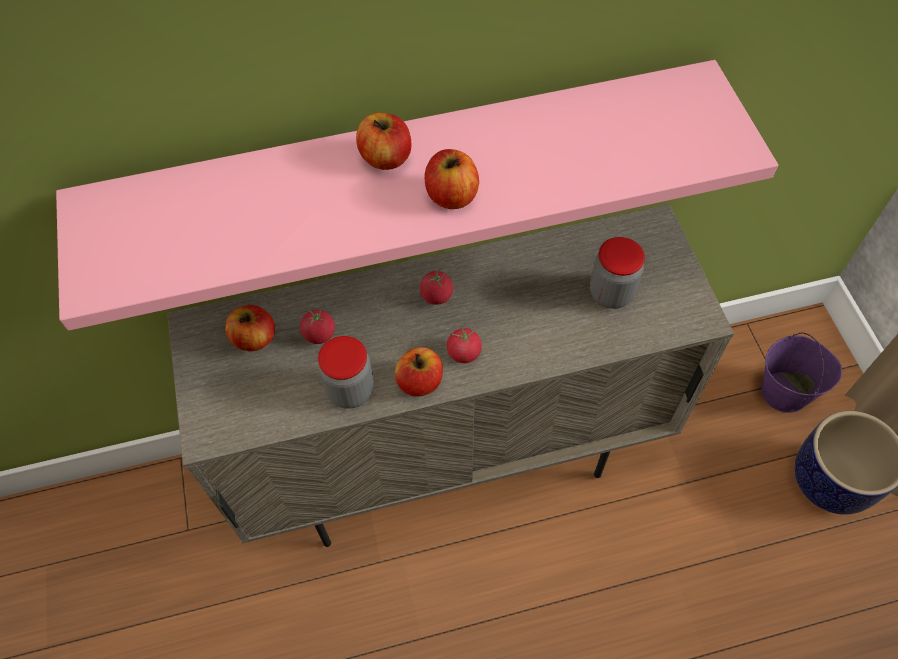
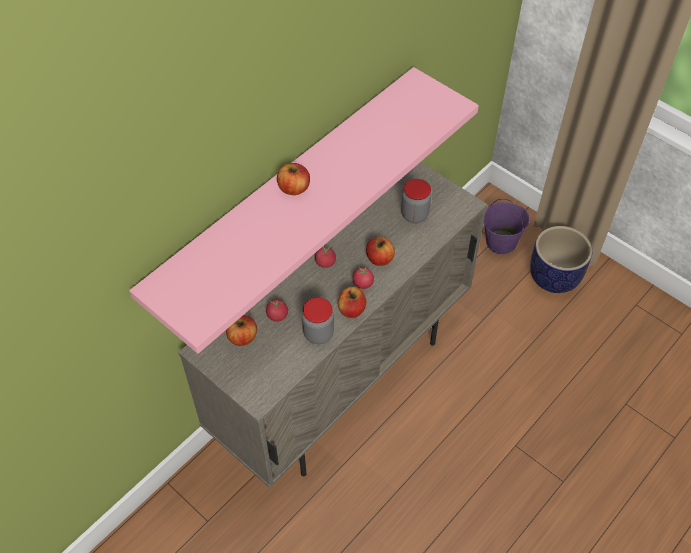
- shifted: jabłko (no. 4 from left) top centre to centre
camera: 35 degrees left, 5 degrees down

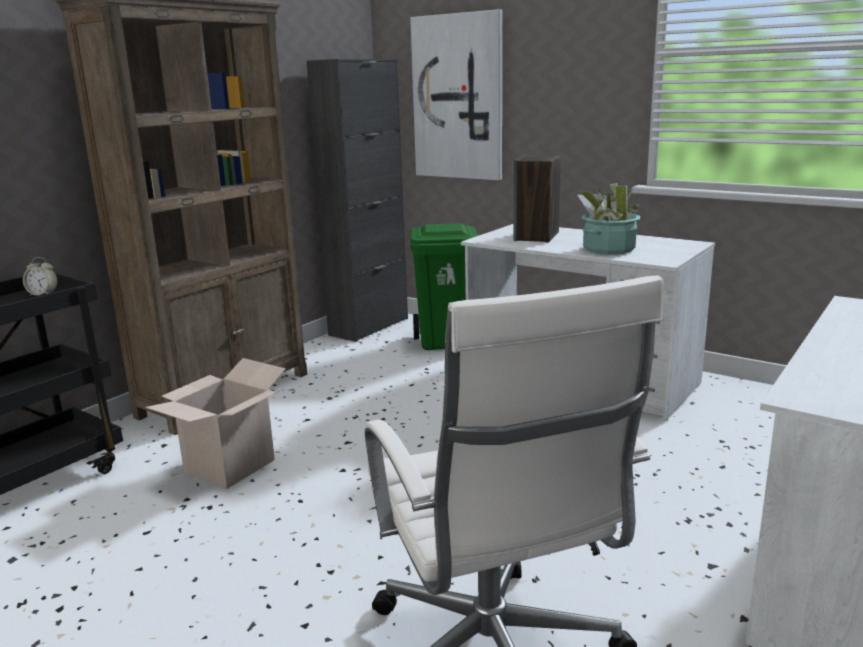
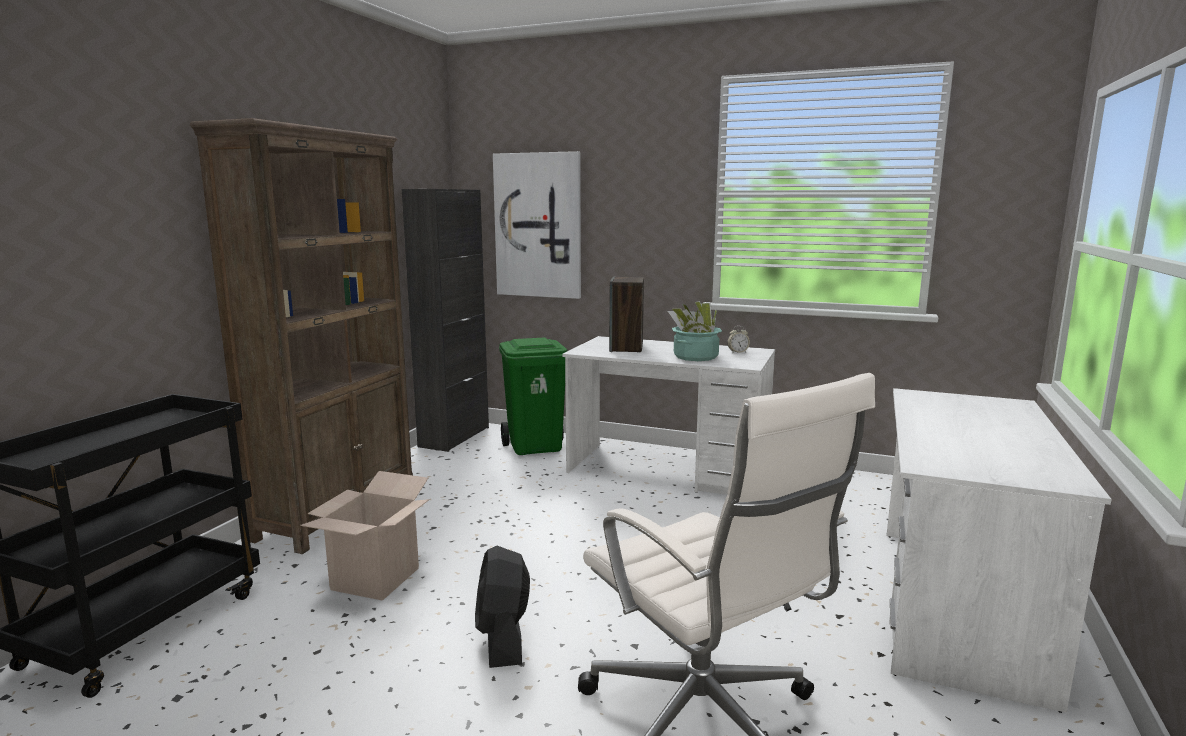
- shifted: budzik middle left to centre
- new: wentylator/czarny bottom centre
camera: 15 degrees left, 5 degrees down

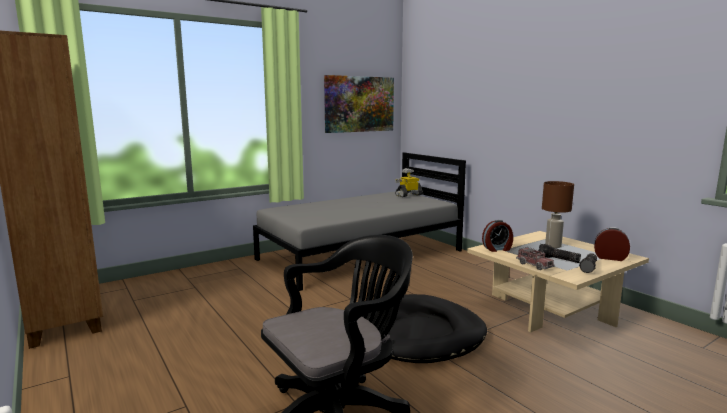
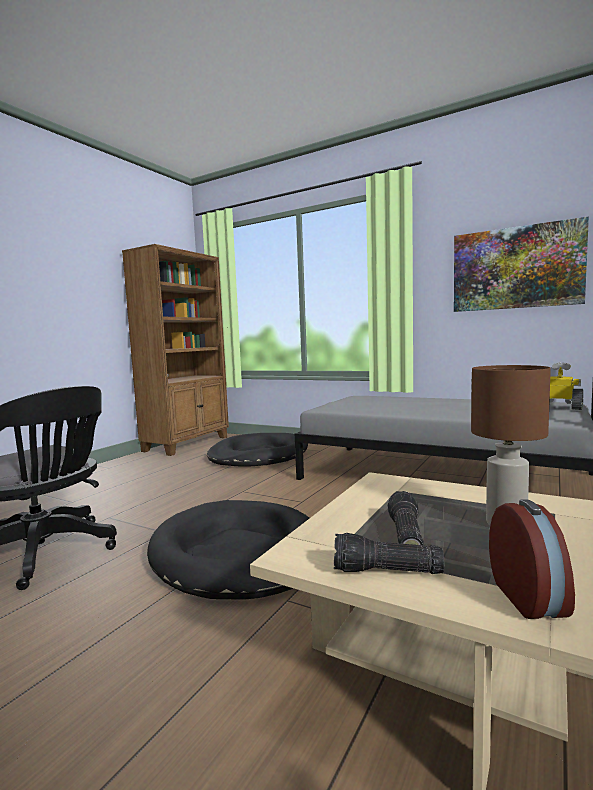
- gone: budzik (no. 1 from left) middle right
- gone: ciężarówka zabawkowa middle right
- new: legowisko/czarny (no. 2 from left) centre
camera: 65 degrees right, 5 degrees down

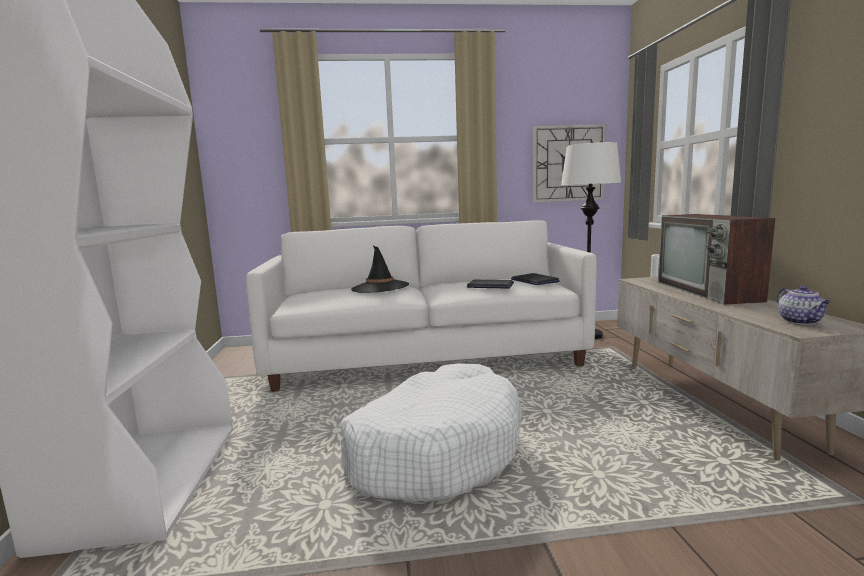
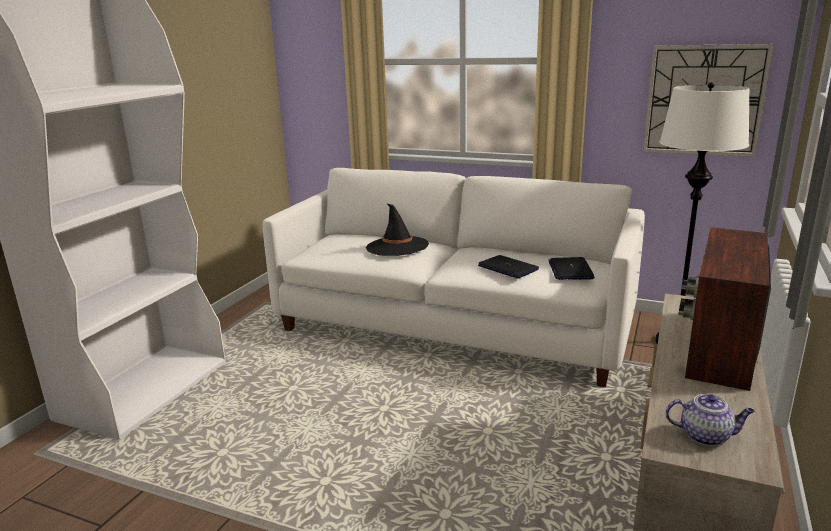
- gone: legowisko/biały bottom centre
- rotated: imbryk middle right = bottom right 105 degrees counterclockwise
camera: 30 degrees right, 10 degrees up

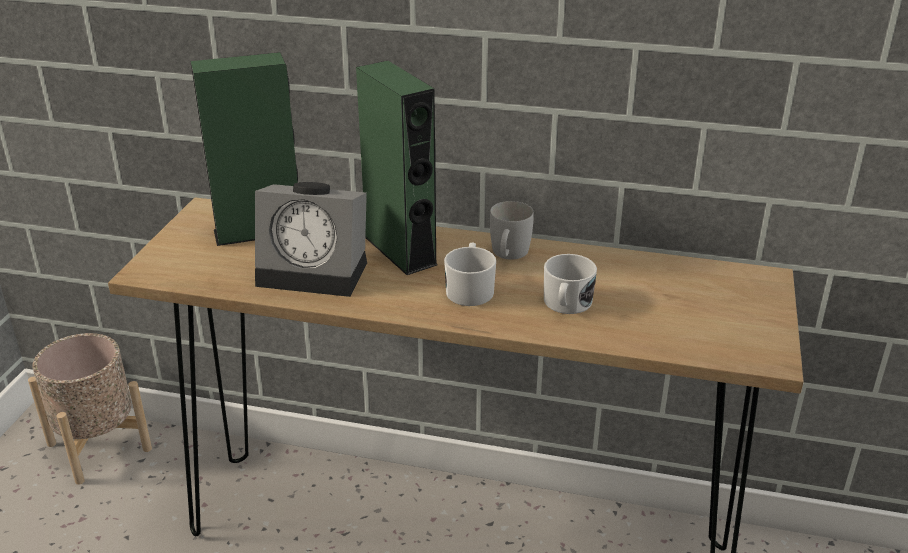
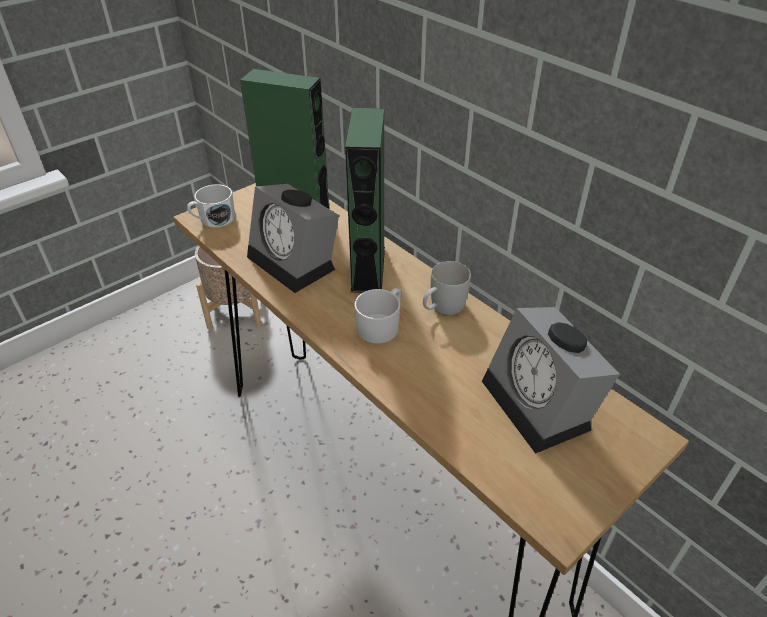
- shifted: kubek/biały (no. 3 from left in the first image) centre to kubek/biały (no. 1 from left) middle left
- new: budzik (no. 2 from left) middle right
camera: 35 degrees right, 10 degrees up

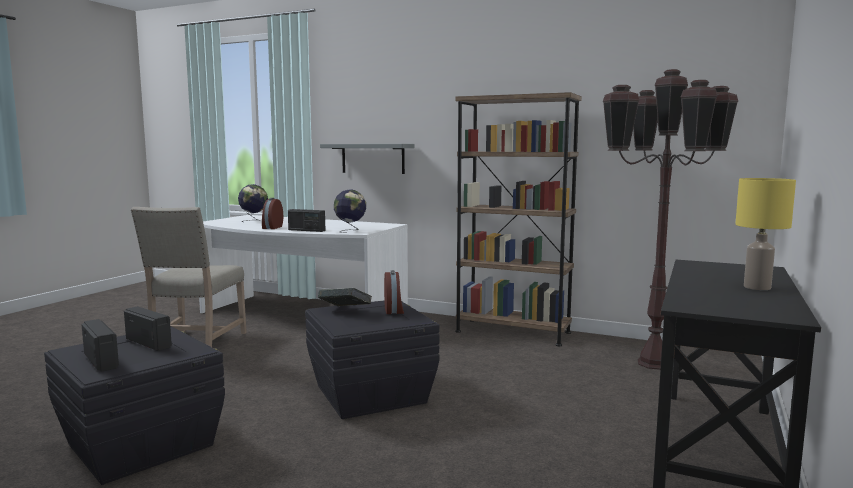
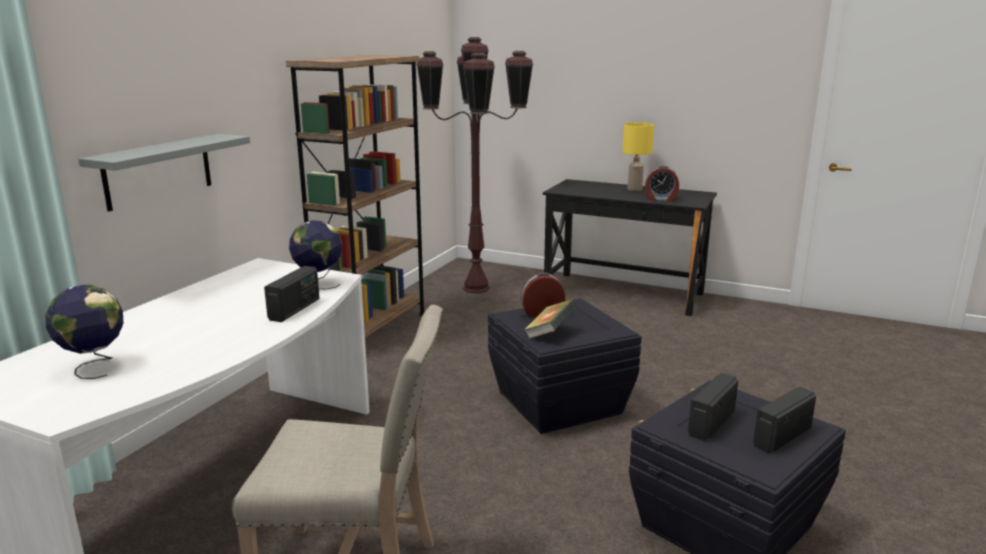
- shifted: budzik (no. 1 from left in the first image) middle left to budzik (no. 2 from left) top right
camera: 90 degrees left, 10 degrees up

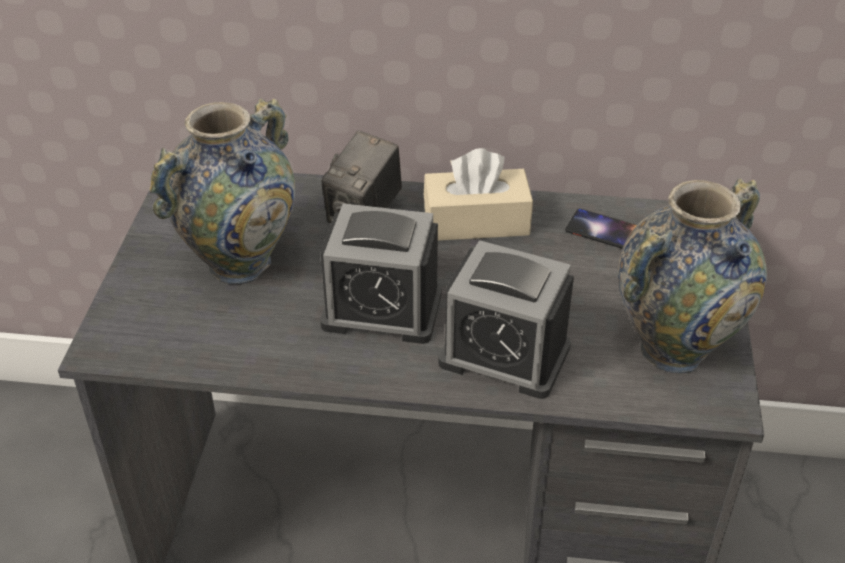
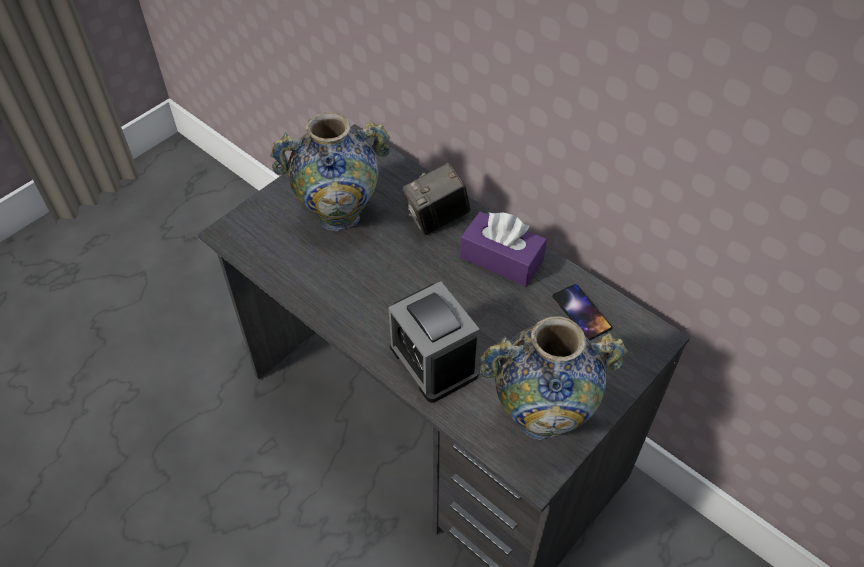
- gone: budzik (no. 1 from left) centre
- repainted: pudełko chusteczek/beżowy centre to pudełko chusteczek/fioletowy centre
camera: 35 degrees right, 10 degrees up

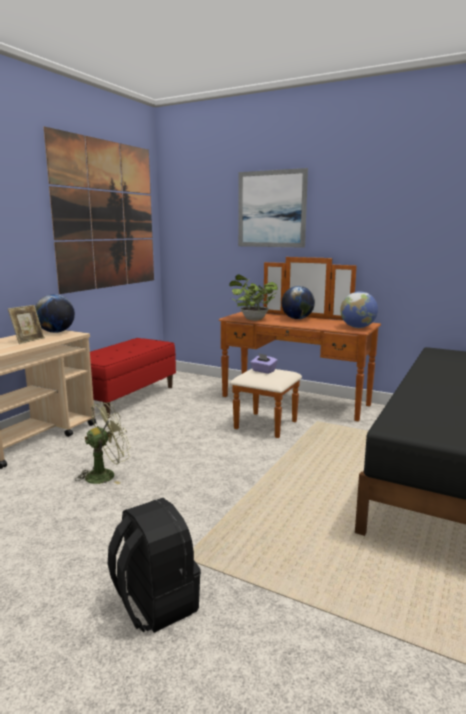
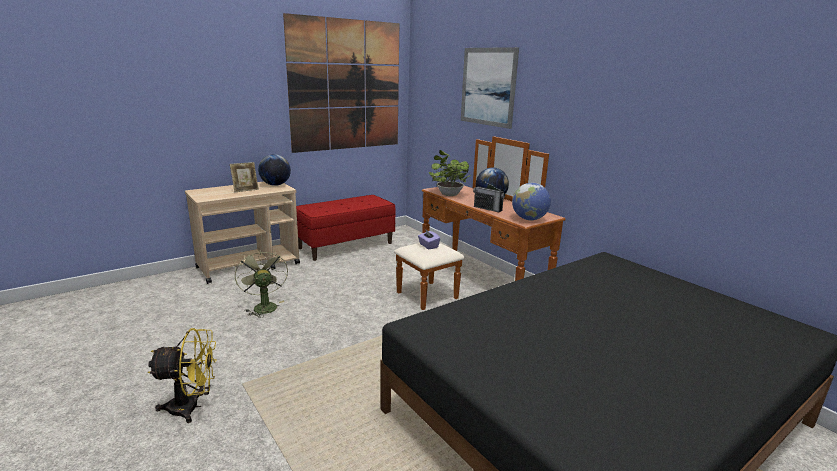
- rotated: wentylator/zielony middle left = middle left 105 degrees counterclockwise
- swapped: plecak/czarny bottom left to wentylator/żółty bottom left
- new: radio centre
camera: 25 degrees right, 5 degrees up

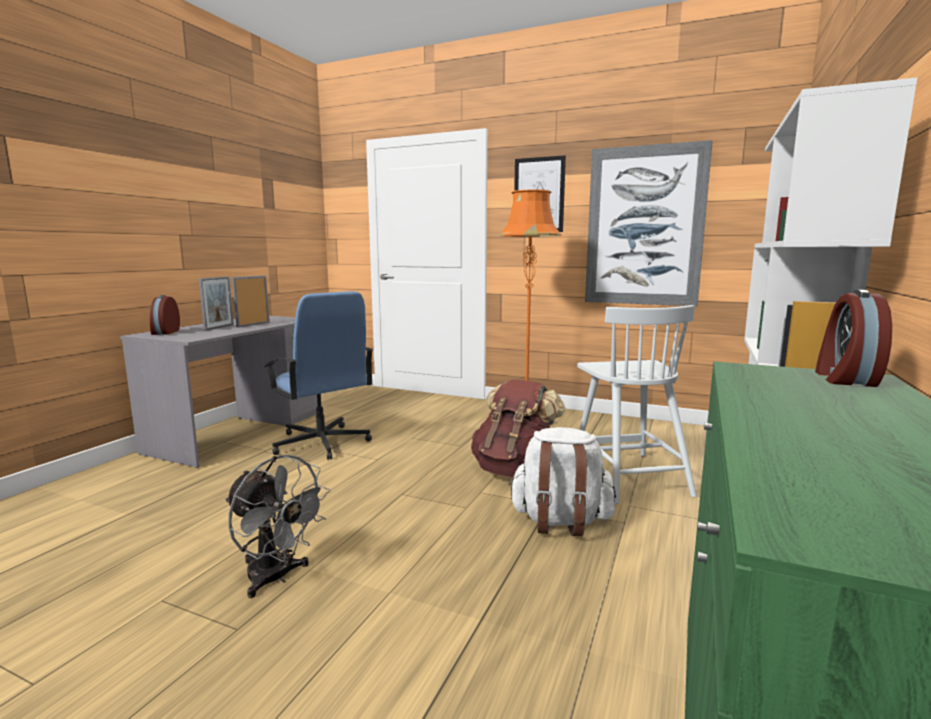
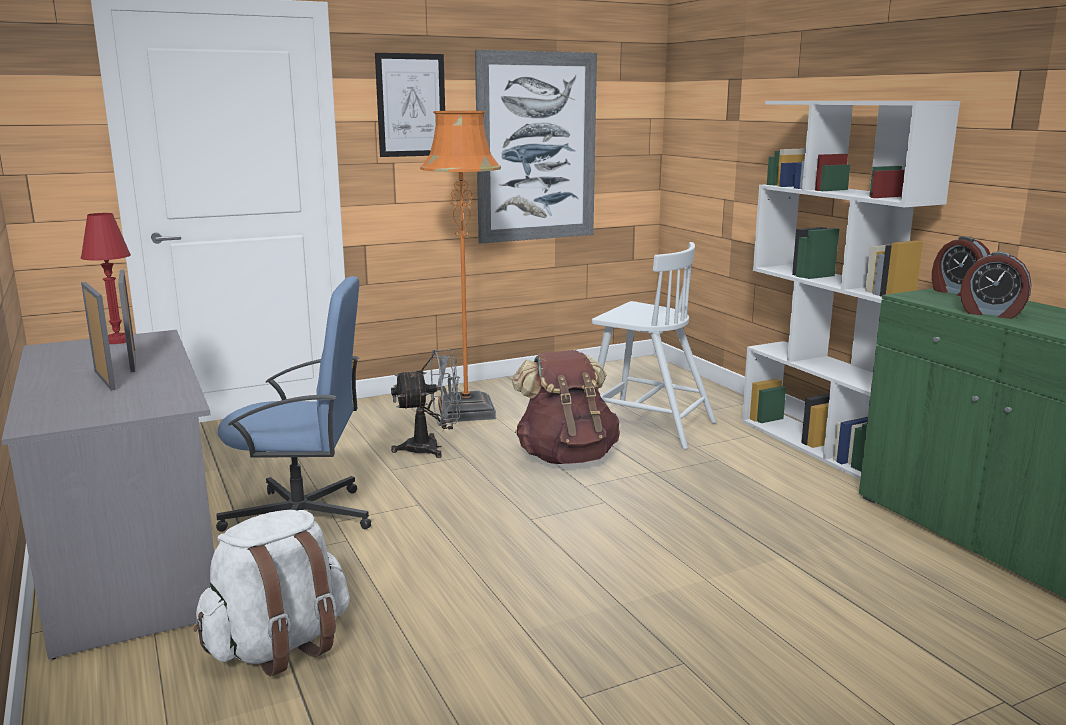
- shifted: budzik (no. 1 from left in the first image) middle left to budzik (no. 2 from left) middle right
- shifted: wentylator/szary bottom left to centre
- shifted: plecak/biały bottom centre to bottom left
- new: lampa stołowa/czerwony middle left
camera: 50 degrees left, 5 degrees up

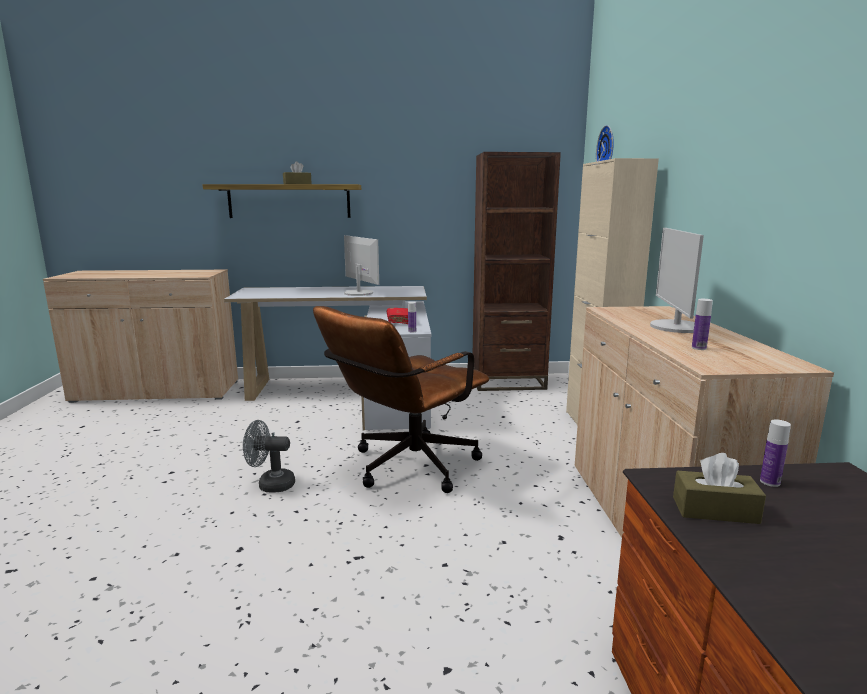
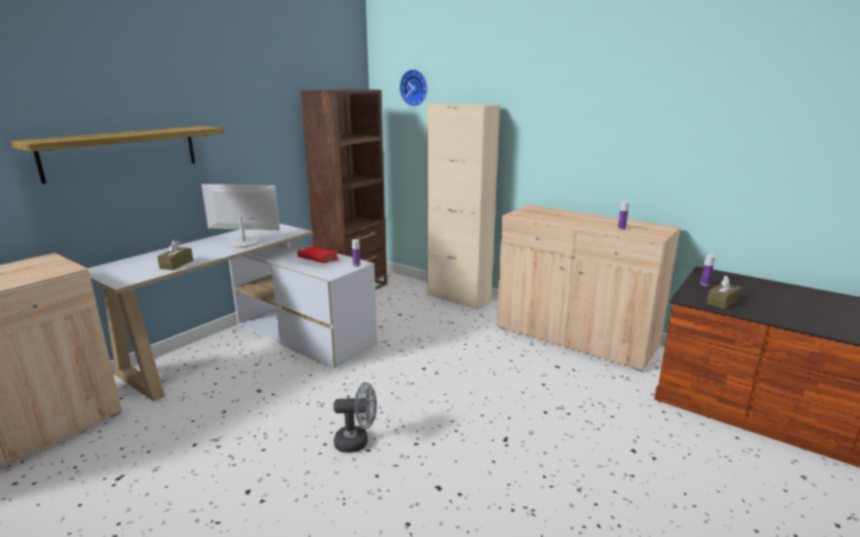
- rotated: wentylator/szary middle left = bottom centre 135 degrees counterclockwise
- shifted: pudełko chusteczek/brązowy (no. 1 from left) top centre to middle left
- gone: krzesło biurowe/brązowy centre
- gone: monitor (no. 2 from left) middle right
camera: 50 degrees left, 5 degrees up

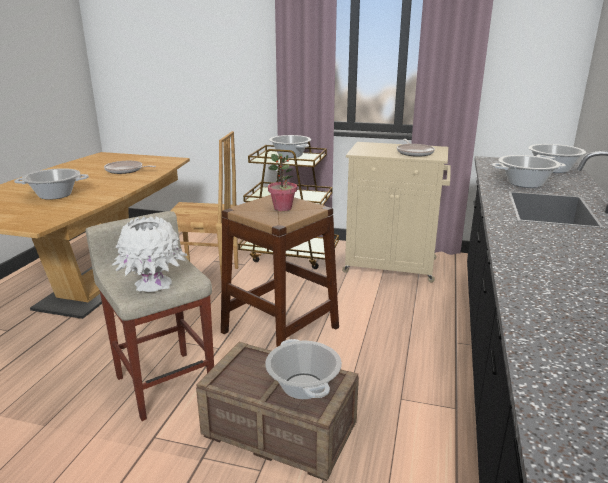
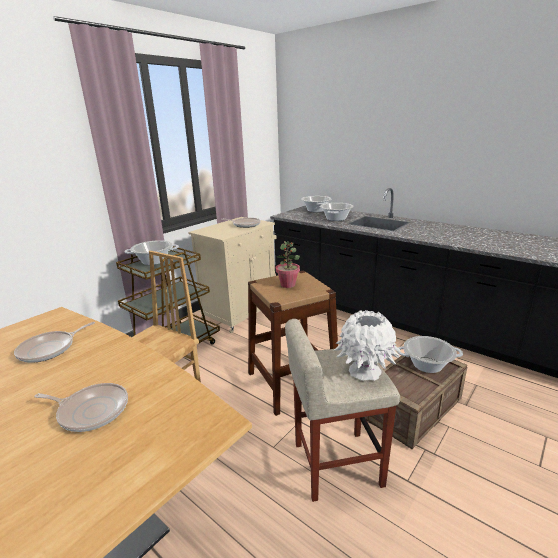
- swapped: garnek (no. 1 from left) middle left to patelnia (no. 2 from left) bottom left
camera: 65 degrees left, 0 degrees up

